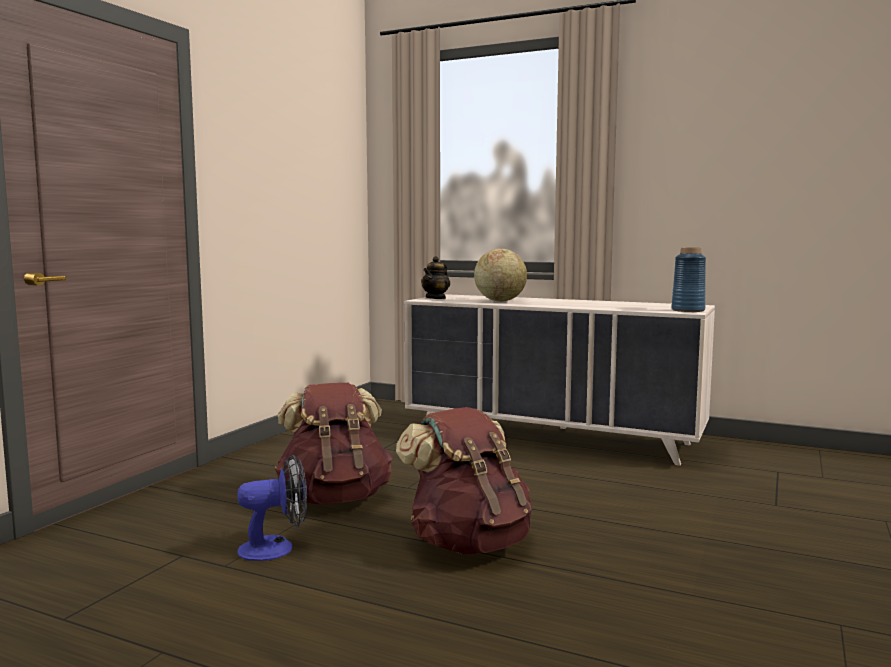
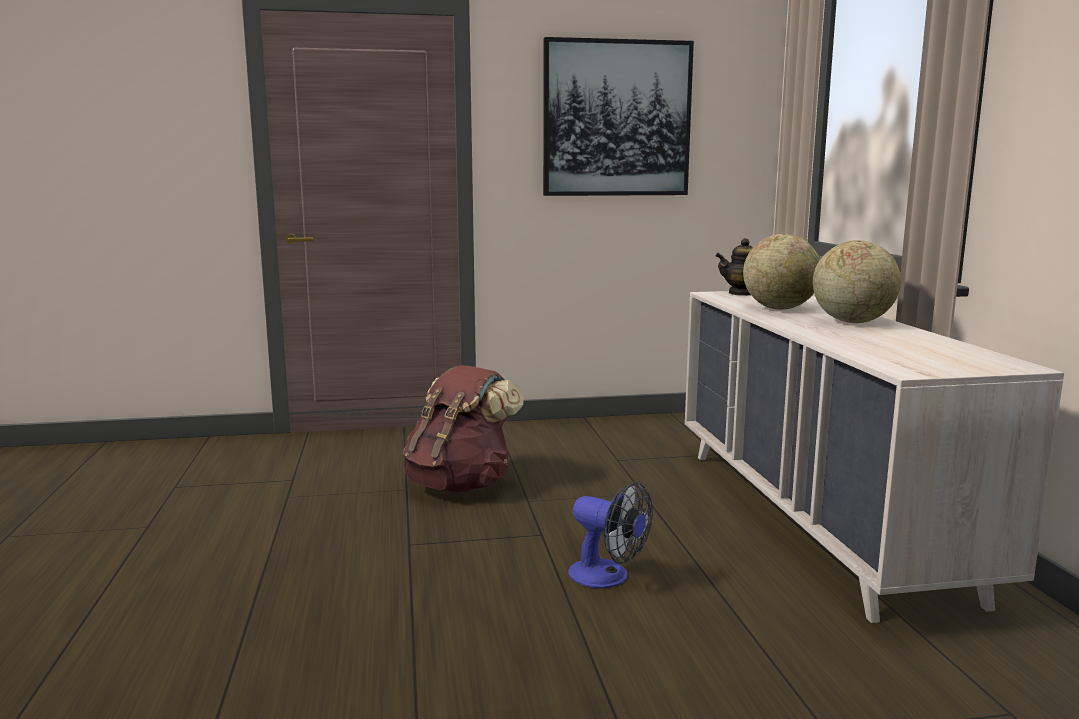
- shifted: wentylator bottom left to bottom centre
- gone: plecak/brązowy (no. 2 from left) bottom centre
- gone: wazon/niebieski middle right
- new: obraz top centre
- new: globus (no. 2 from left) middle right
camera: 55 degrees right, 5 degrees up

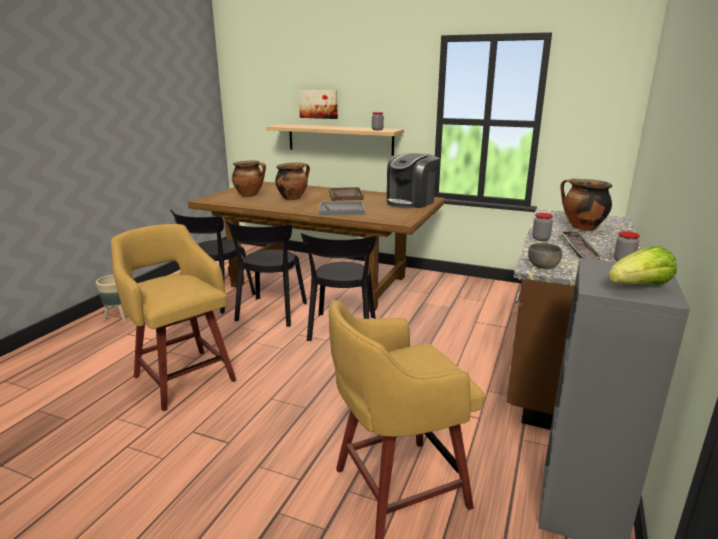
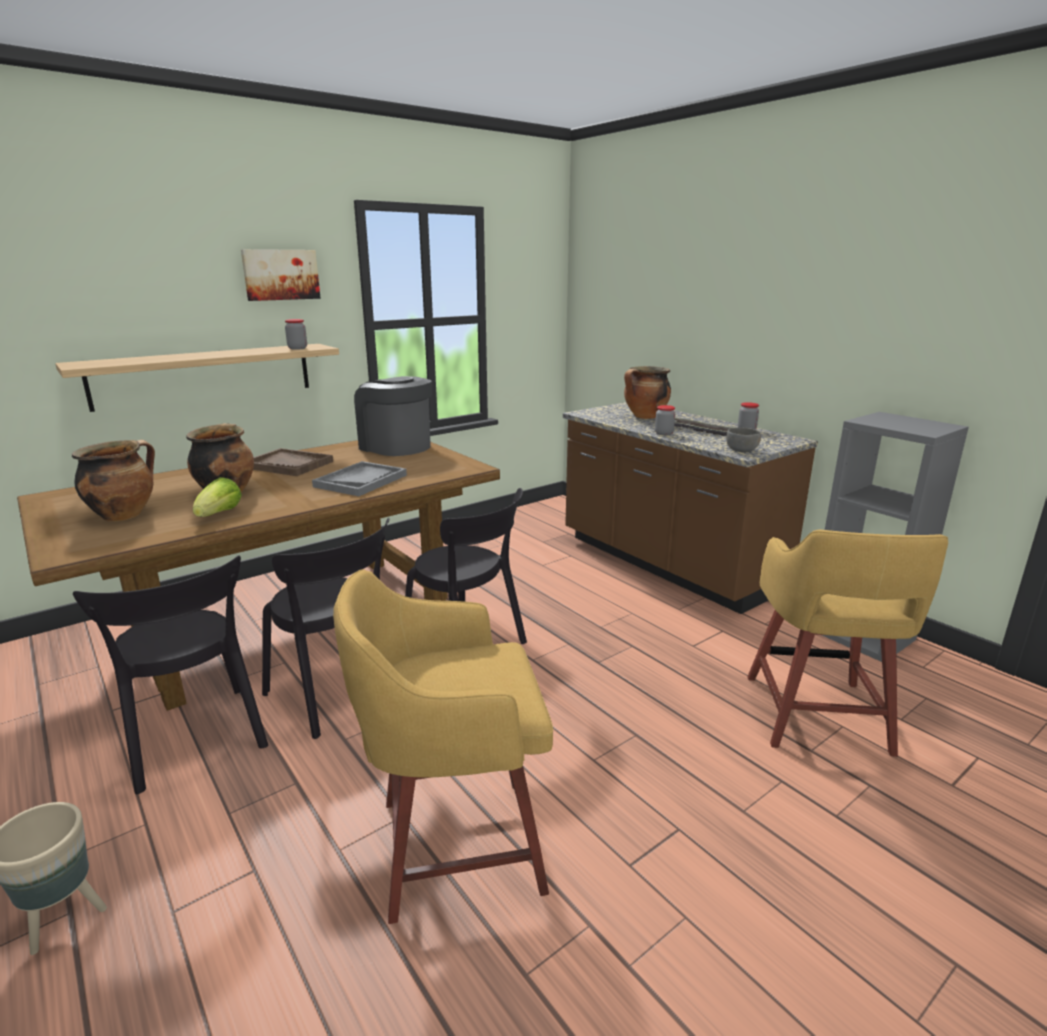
- shifted: obraz top centre to top left
- rotated: ekspres do kawy centre = centre 150 degrees clockwise
- shifted: sałata middle right to middle left
camera: 60 degrees left, 0 degrees up

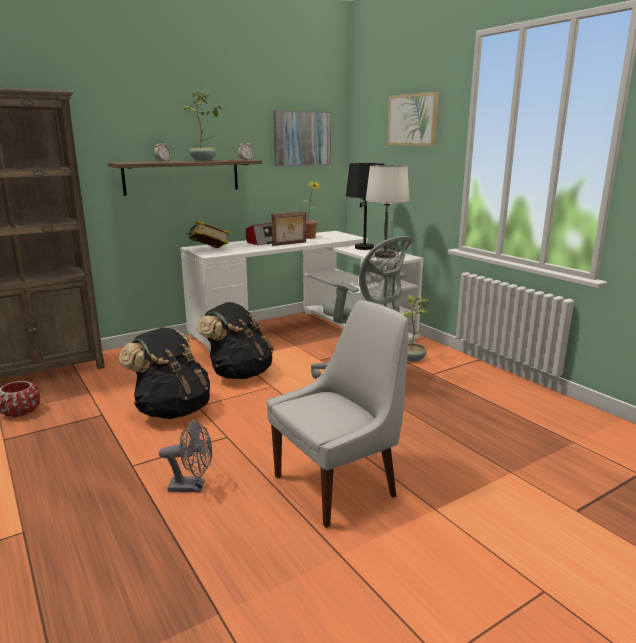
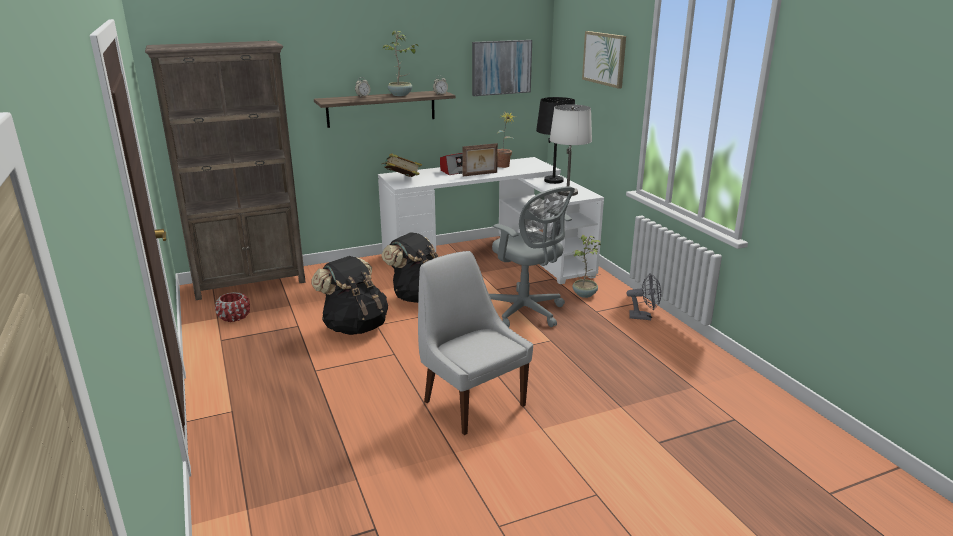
- shifted: wentylator/szary bottom left to middle right
- rotated: krzesło/biały centre = centre 105 degrees counterclockwise
camera: 10 degrees right, 5 degrees up

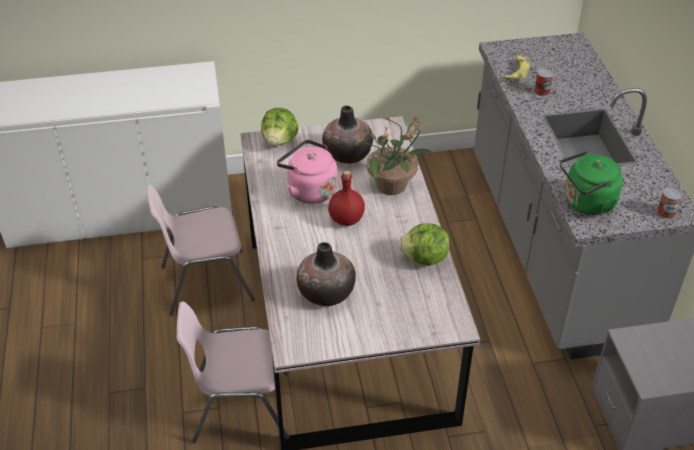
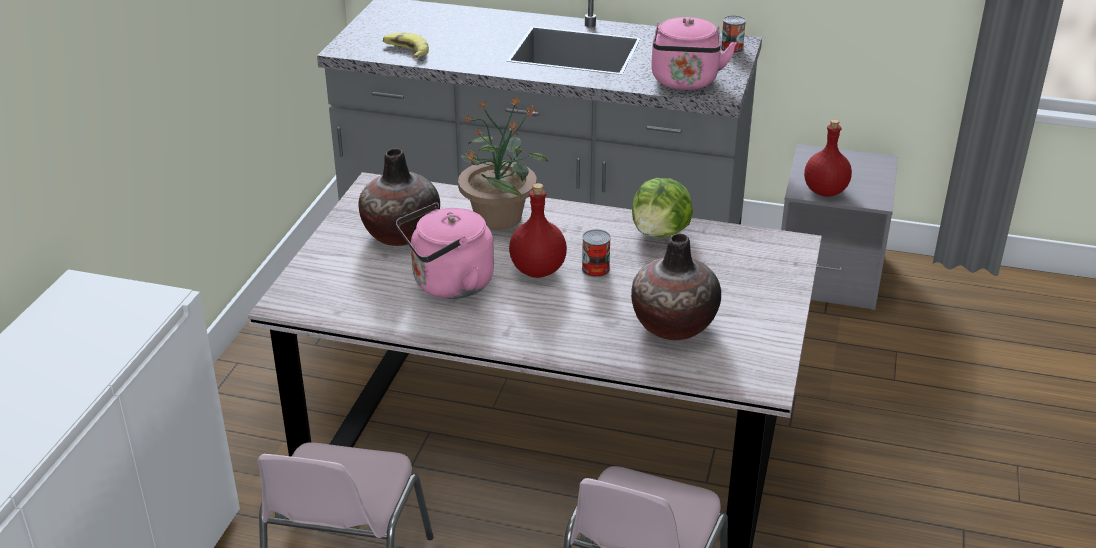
- gone: sałata (no. 1 from left) top centre
- shifted: puszka (no. 1 from left) top right to centre
- repainted: czajnik/zielony middle right to czajnik/różowy (no. 2 from left) top centre
- new: butelka/czerwony (no. 2 from left) top right
camera: 65 degrees left, 10 degrees down

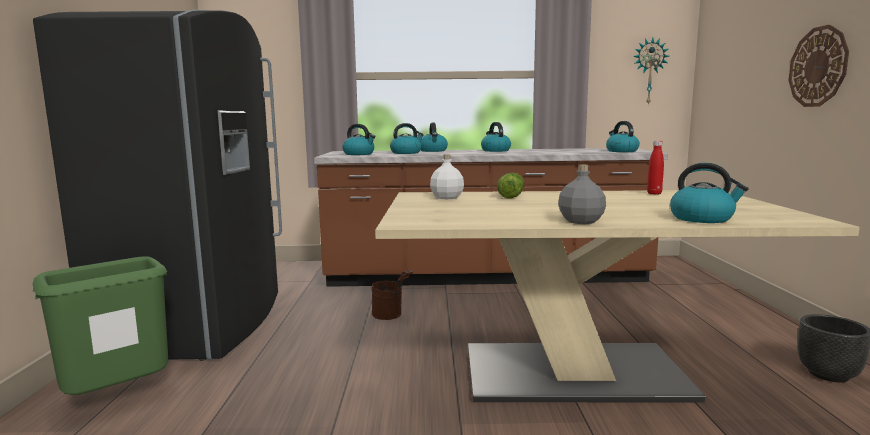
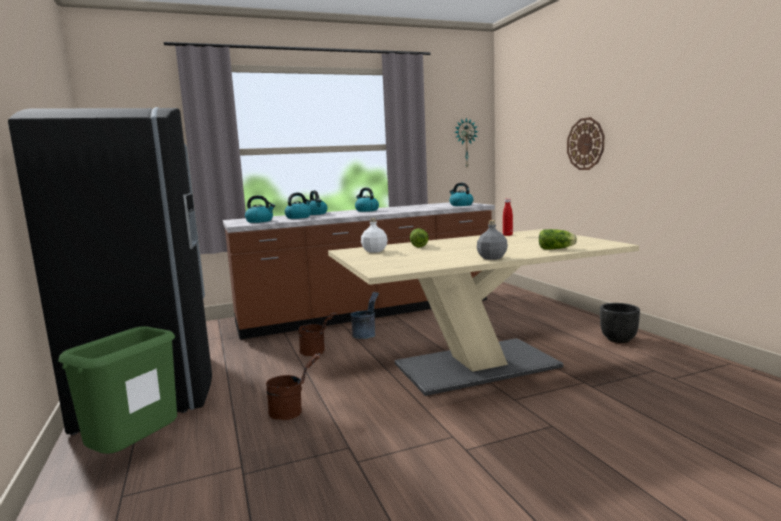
- swapped: czajnik (no. 6 from left) middle right to sałata (no. 2 from left) middle right
- new: wiadro/brązowy (no. 1 from left) bottom centre
- new: wiadro/szary centre
camera: 20 degrees left, 0 degrees up

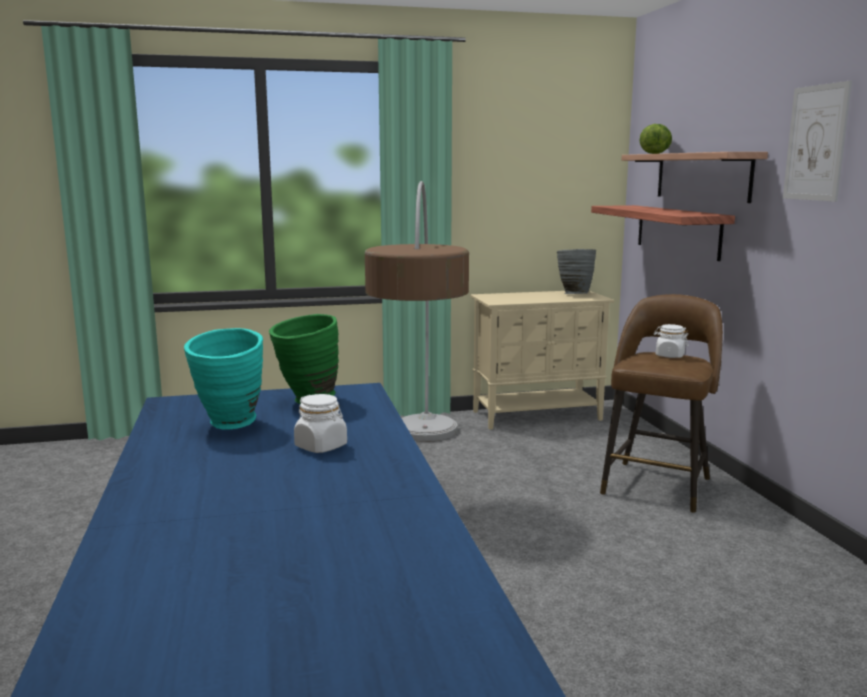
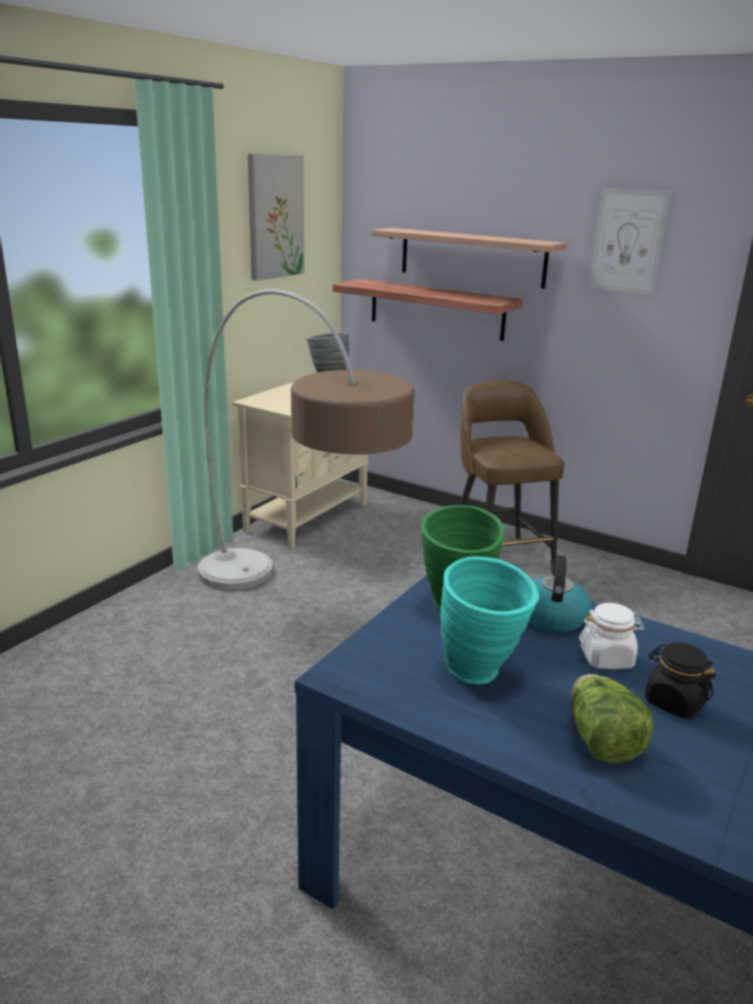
- shifted: sałata top right to bottom right
- gone: słoik/biały (no. 2 from left) middle right
- new: obraz (no. 1 from left) top centre
- new: czajnik middle right
- new: słoik/czarny bottom right
camera: 45 degrees left, 10 degrees up

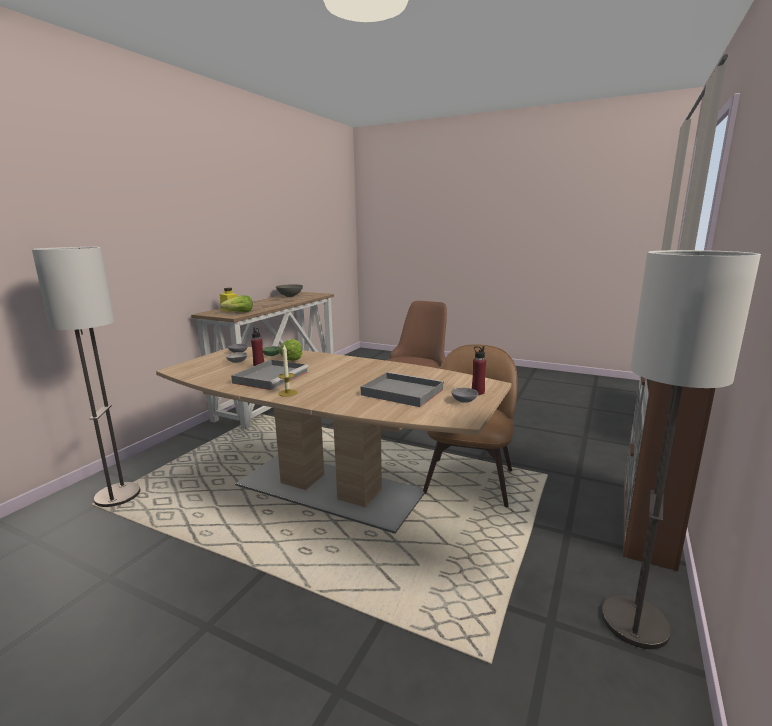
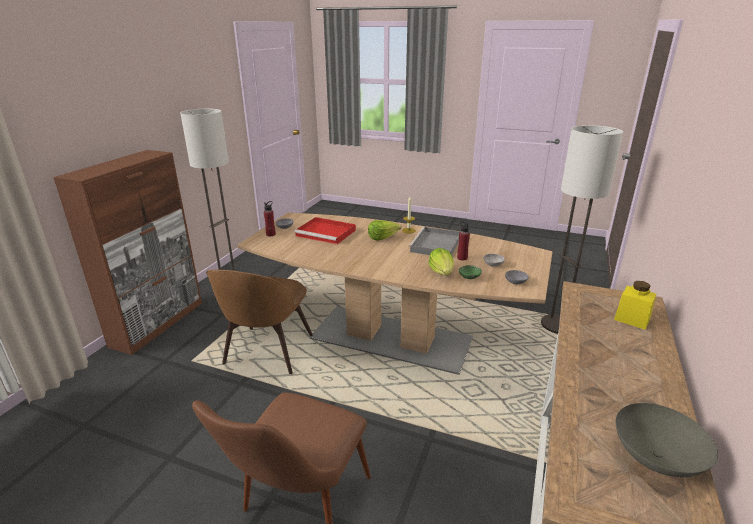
- shifted: sałata (no. 1 from left) middle left to centre
- repainted: taca/szary (no. 2 from left) centre to taca/czerwony centre
camera: 175 degrees right, 10 degrees up

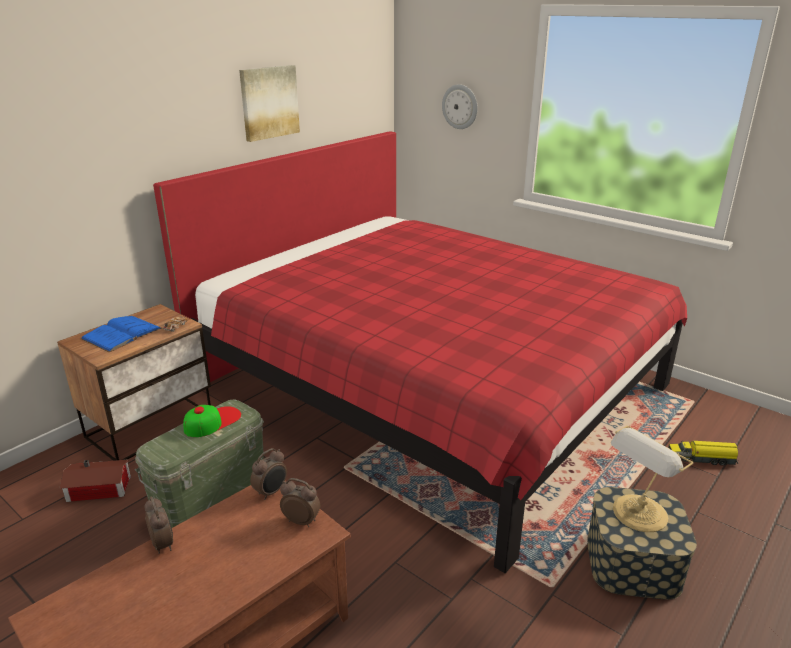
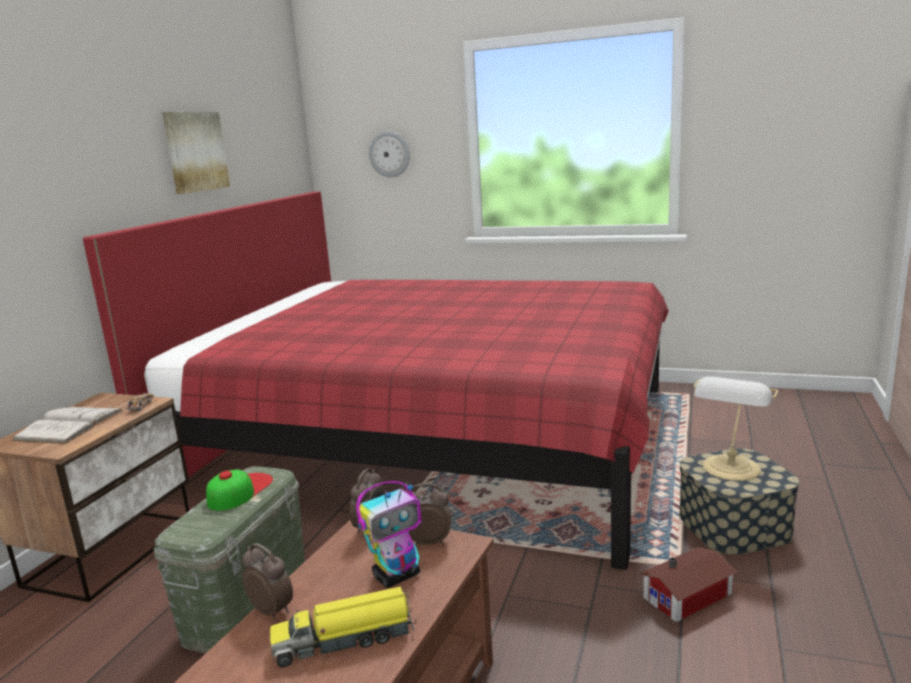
- shifted: domek bottom left to bottom right
- repainted: książka/niebieski middle left to książka/biały middle left
- shifted: ciężarówka zabawkowa bottom right to bottom centre
- new: robot zabawkowy bottom centre
camera: 20 degrees left, 10 degrees down

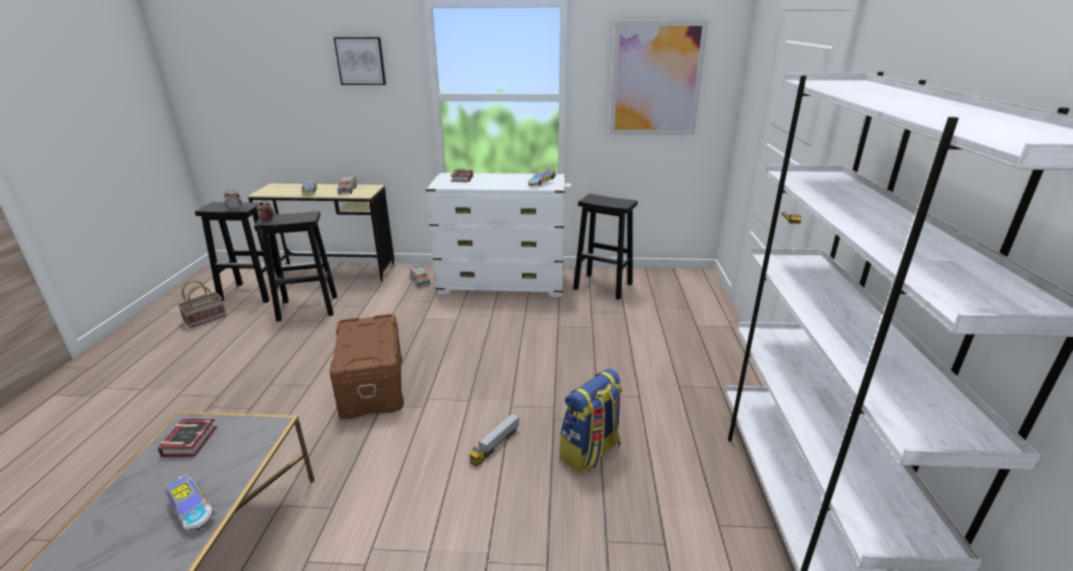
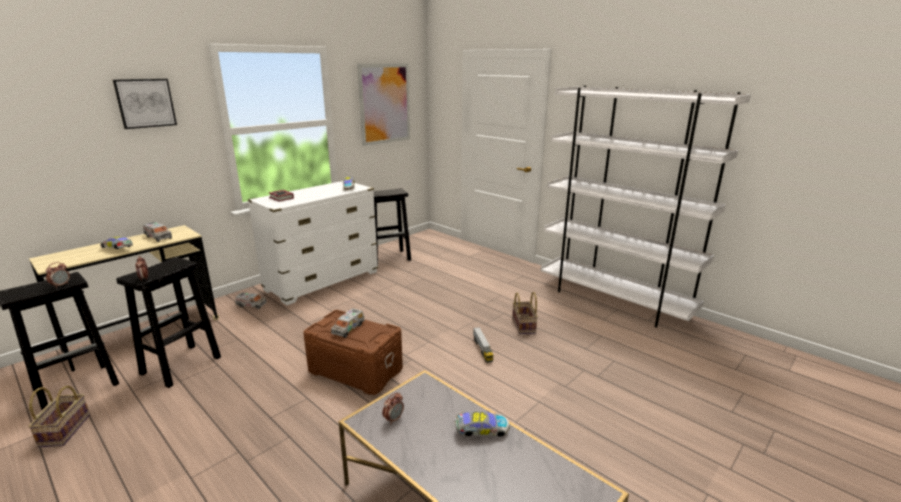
- swapped: książka (no. 1 from left) bottom left to budzik (no. 3 from left) bottom centre
- swapped: plecak bottom centre to koszyk (no. 2 from left) centre
- new: ciężarówka zabawkowa (no. 3 from left) centre
camera: 50 degrees left, 5 degrees down

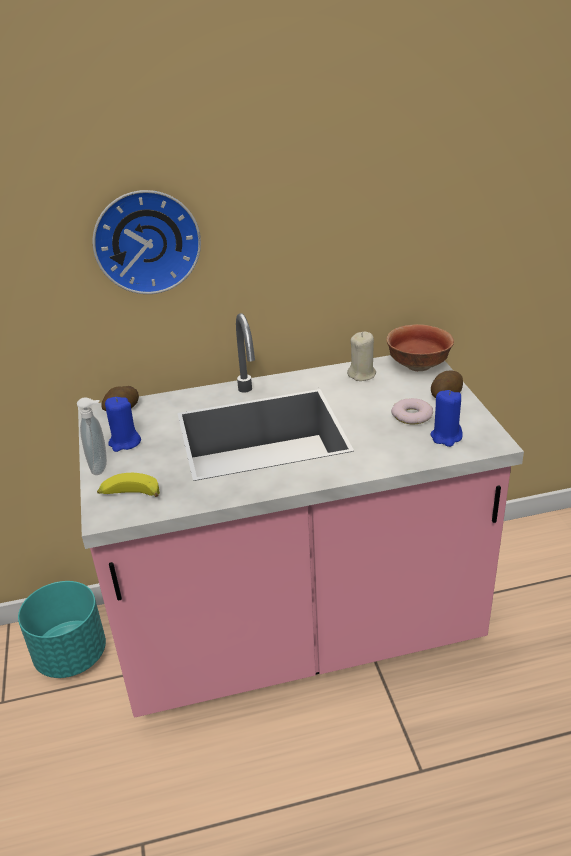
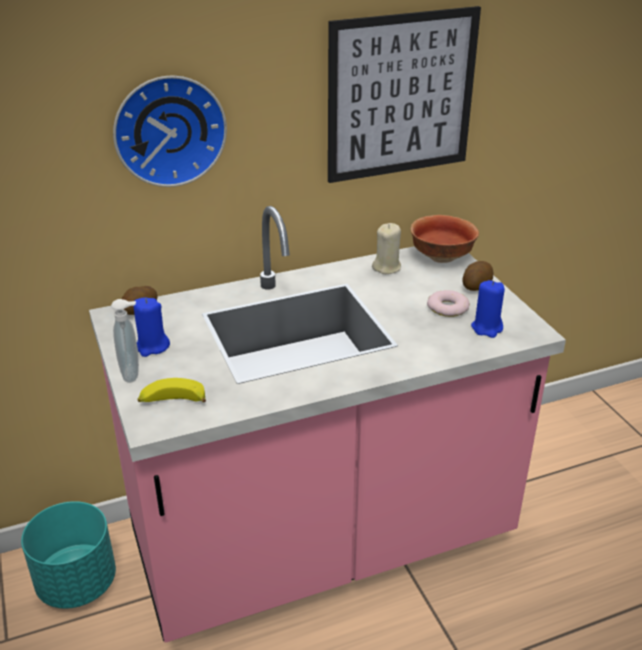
- new: obraz top centre
camera: 10 degrees left, 0 degrees up

